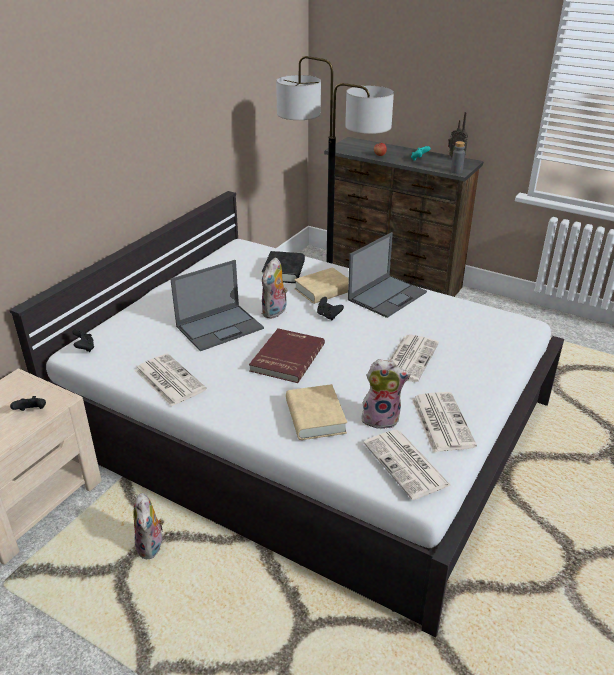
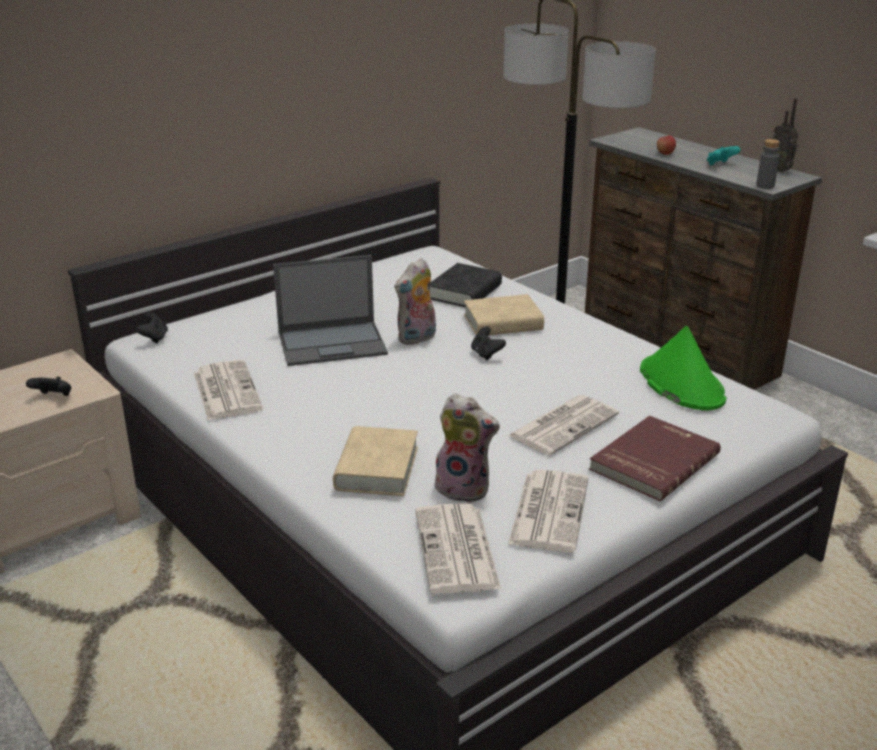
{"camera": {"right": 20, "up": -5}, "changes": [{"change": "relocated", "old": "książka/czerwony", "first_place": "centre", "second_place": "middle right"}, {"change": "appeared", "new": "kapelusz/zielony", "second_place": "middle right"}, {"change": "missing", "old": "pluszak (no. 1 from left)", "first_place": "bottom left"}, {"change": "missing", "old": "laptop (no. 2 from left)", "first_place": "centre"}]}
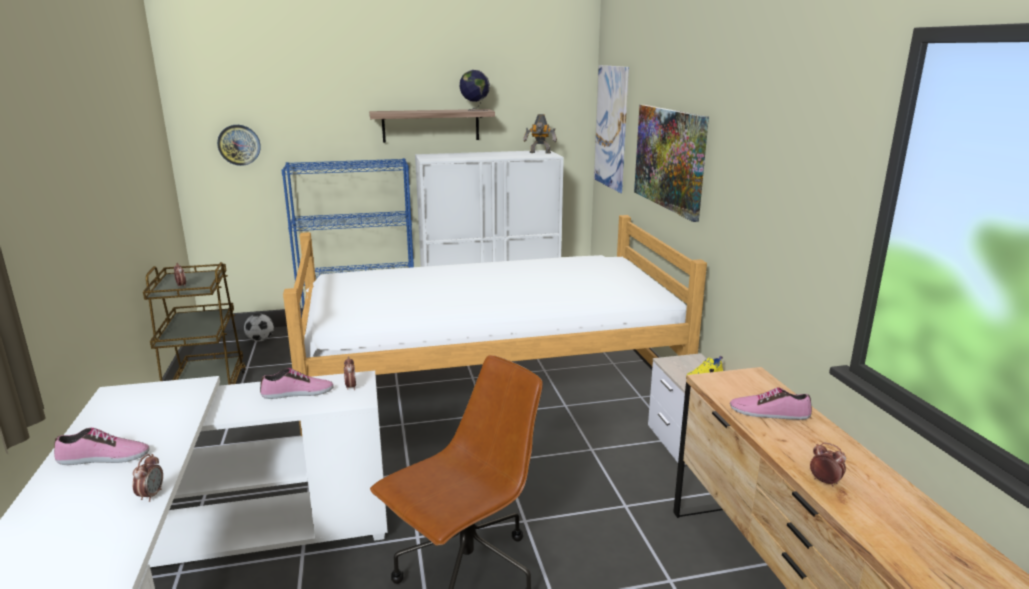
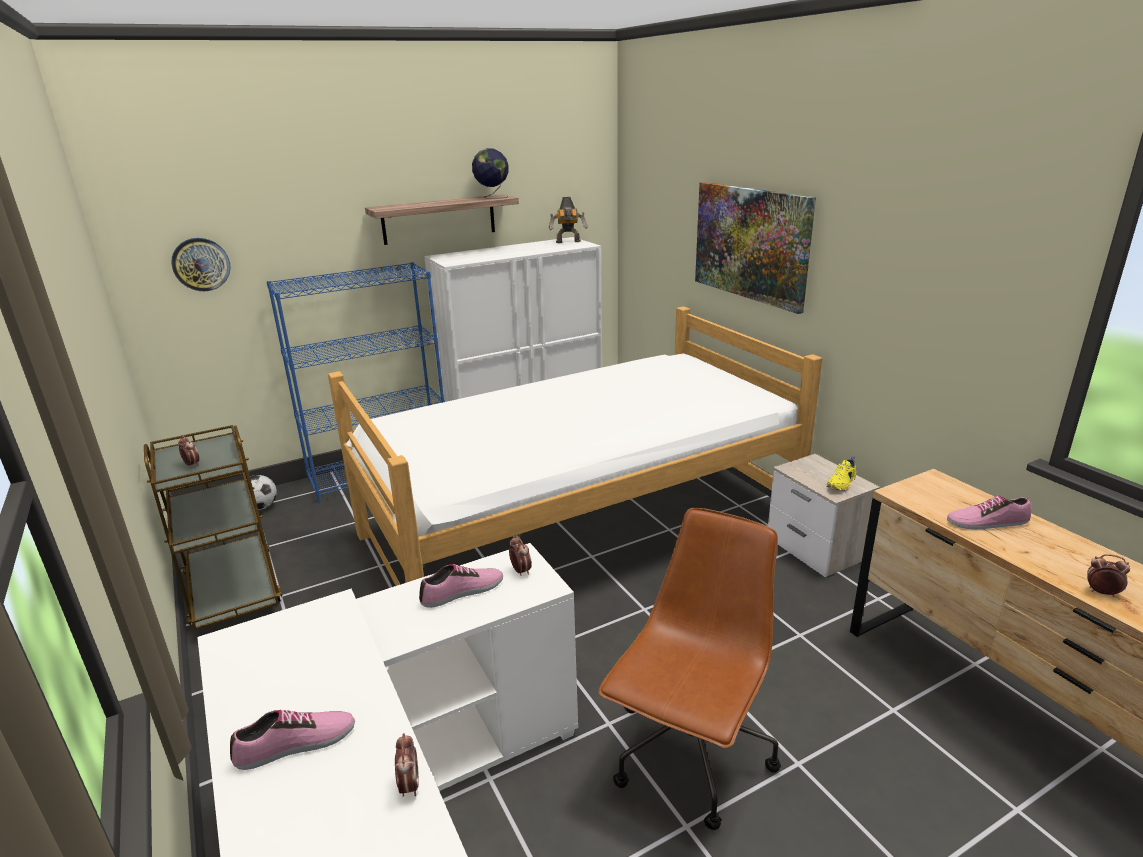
{"camera": {"right": -15, "up": 5}, "changes": [{"change": "missing", "old": "obraz (no. 1 from left)", "first_place": "top centre"}]}
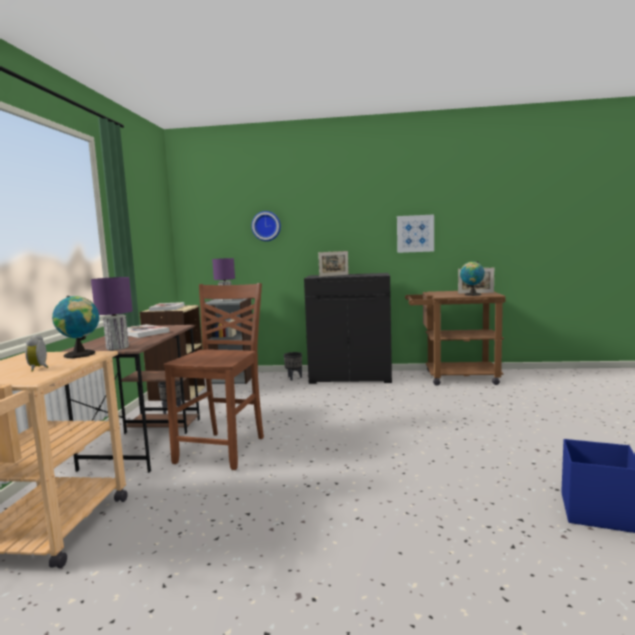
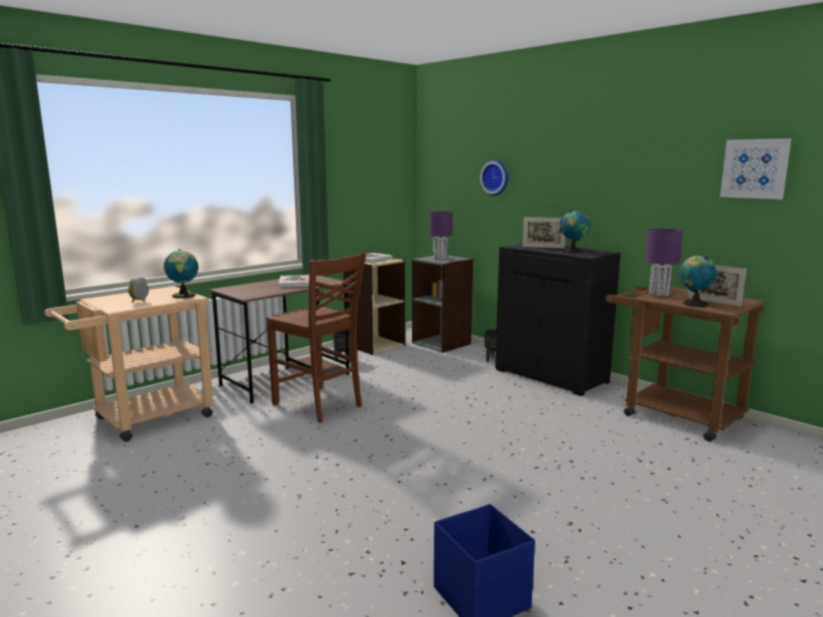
{"camera": {"right": 40, "up": 5}, "changes": [{"change": "spun", "old": "krzesło/brązowy", "first_place": "centre", "second_place": "centre", "degrees": 75}, {"change": "appeared", "new": "globus (no. 2 from left)", "second_place": "middle right"}, {"change": "relocated", "old": "lampa stołowa/fioletowy (no. 1 from left in the first image)", "new": "lampa stołowa/fioletowy (no. 2 from left)", "first_place": "middle left", "second_place": "middle right"}, {"change": "relocated", "old": "obraz", "first_place": "centre", "second_place": "top right"}]}
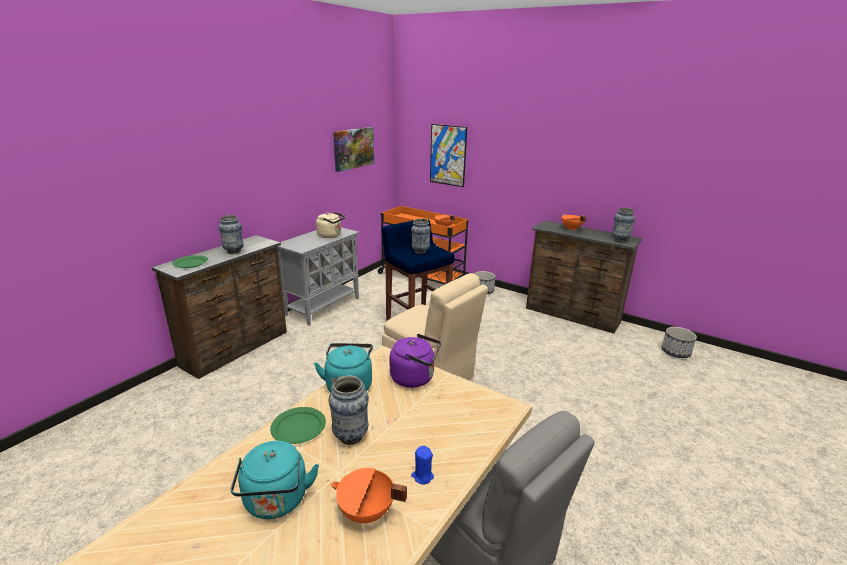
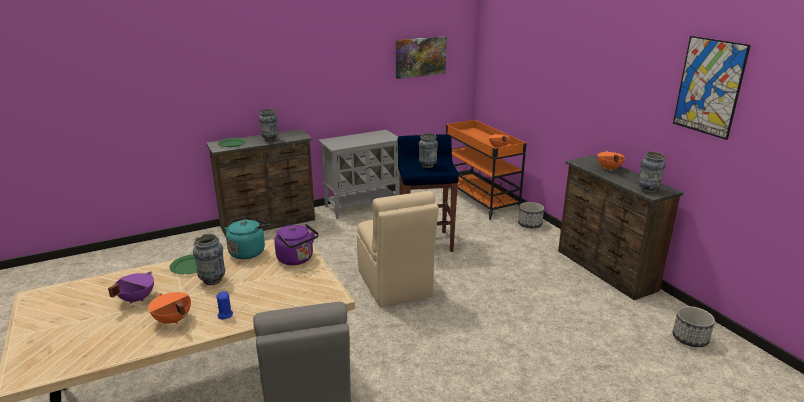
{"camera": {"right": 30, "up": 0}, "changes": [{"change": "exchanged", "old": "czajnik/turkusowy (no. 1 from left)", "new": "garnek/fioletowy", "first_place": "bottom left", "second_place": "bottom left"}, {"change": "relocated", "old": "obraz (no. 2 from left)", "first_place": "top centre", "second_place": "top right"}, {"change": "missing", "old": "czajnik/beżowy", "first_place": "centre"}]}
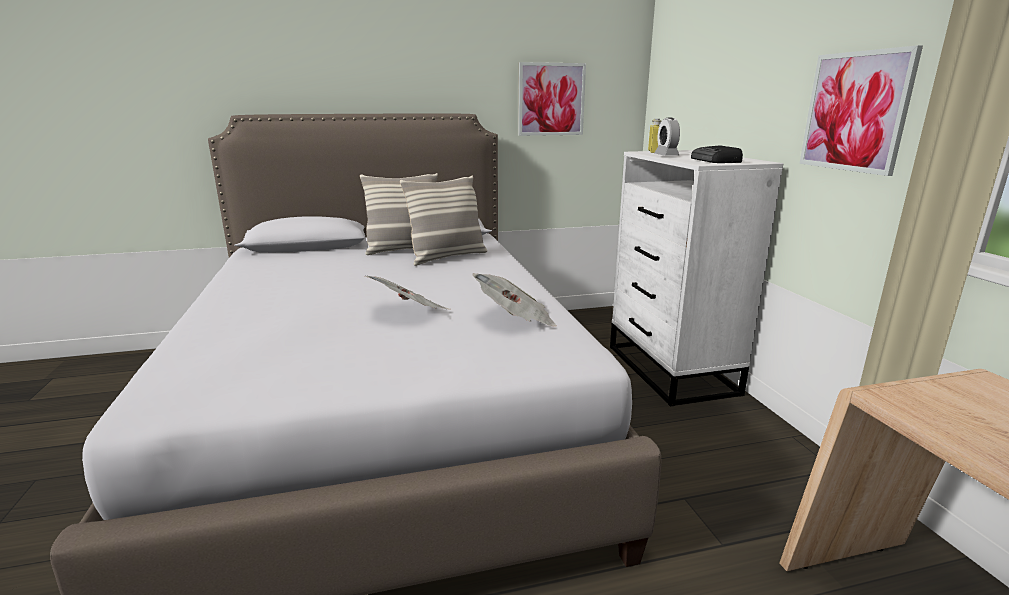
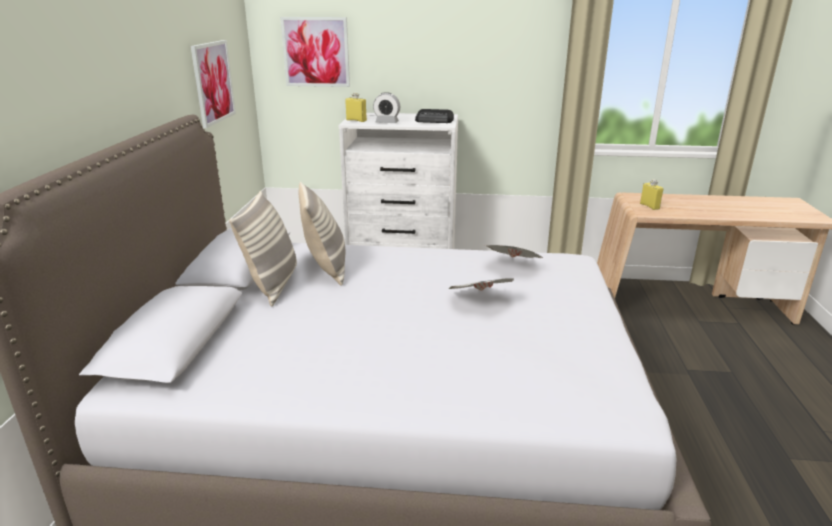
{"camera": {"right": -70, "up": 5}, "changes": [{"change": "relocated", "old": "obraz (no. 2 from left)", "first_place": "top right", "second_place": "top centre"}, {"change": "appeared", "new": "butelka/żółty (no. 2 from left)", "second_place": "middle right"}]}
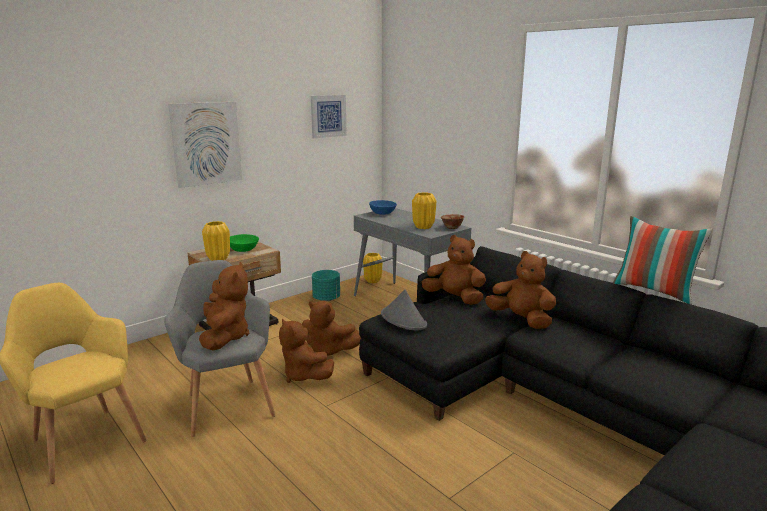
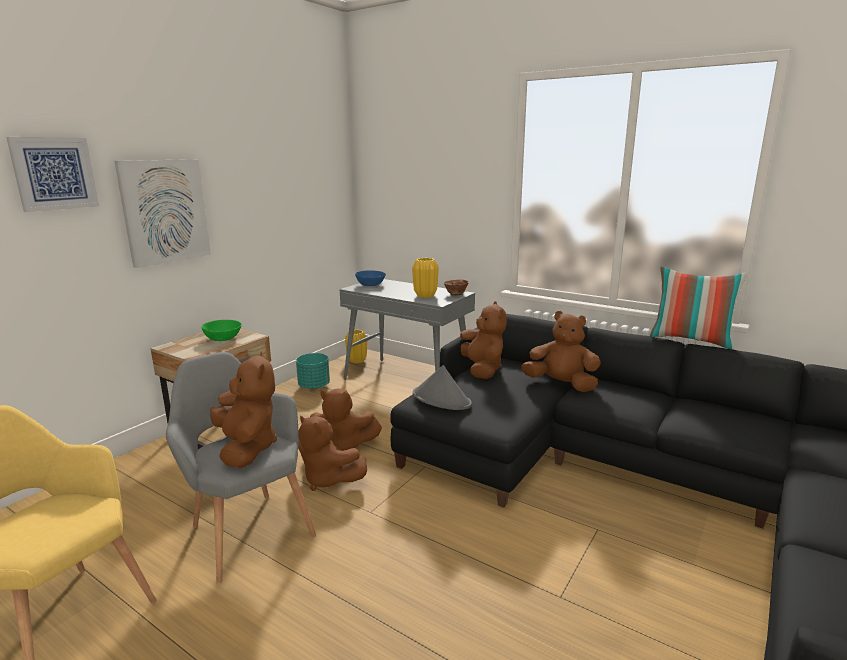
{"camera": {"right": -15, "up": 0}, "changes": [{"change": "relocated", "old": "obraz (no. 2 from left in the first image)", "new": "obraz (no. 1 from left)", "first_place": "top centre", "second_place": "top left"}, {"change": "spun", "old": "pluszak/brązowy (no. 4 from left)", "first_place": "centre", "second_place": "centre", "degrees": 60}, {"change": "missing", "old": "wazon/żółty (no. 1 from left)", "first_place": "middle left"}]}
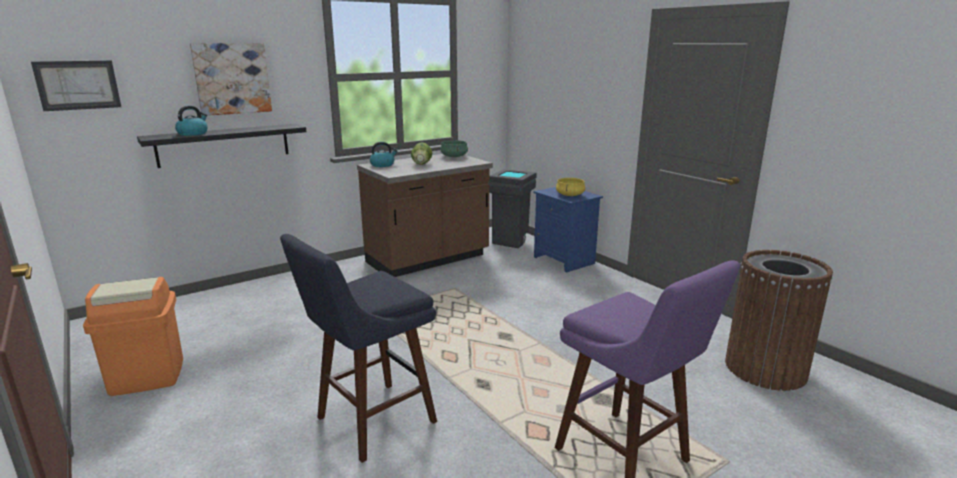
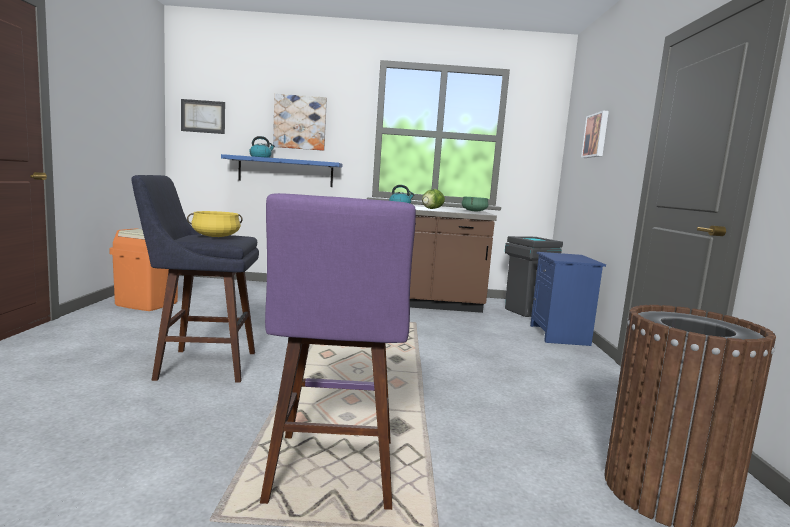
{"camera": {"right": 35, "up": -10}, "changes": [{"change": "relocated", "old": "garnek/żółty", "first_place": "centre", "second_place": "middle left"}, {"change": "colour", "old": "półka/czarny", "new": "półka/niebieski", "first_place": "top left", "second_place": "top centre"}, {"change": "appeared", "new": "obraz (no. 3 from left)", "second_place": "top right"}]}
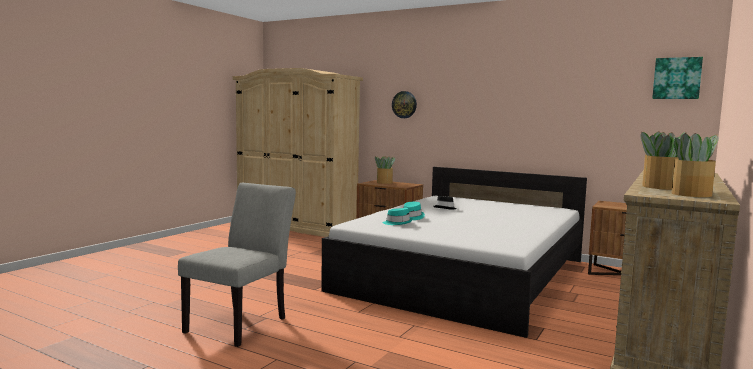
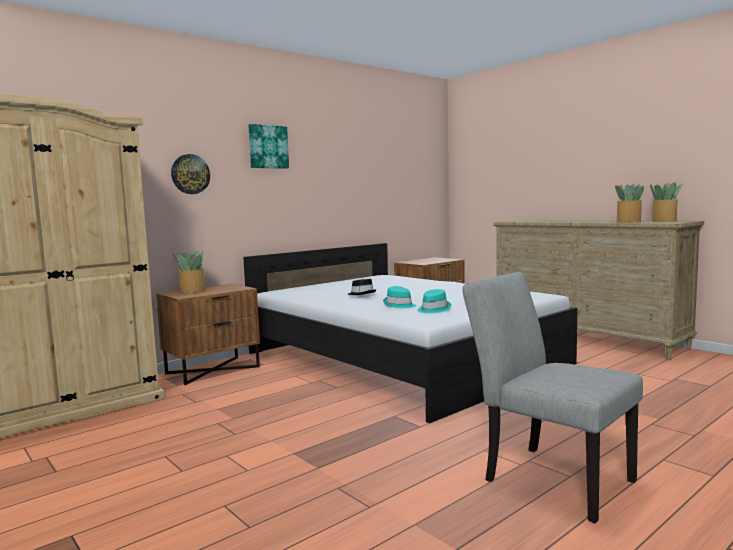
{"camera": {"right": -70, "up": 0}, "changes": [{"change": "relocated", "old": "obraz", "first_place": "top right", "second_place": "top centre"}]}
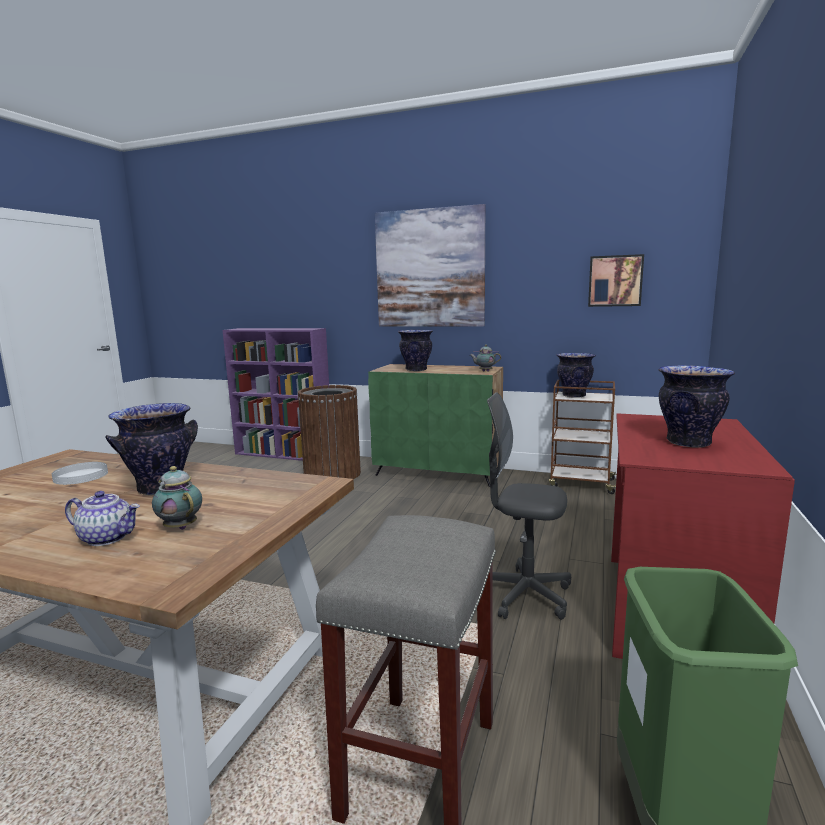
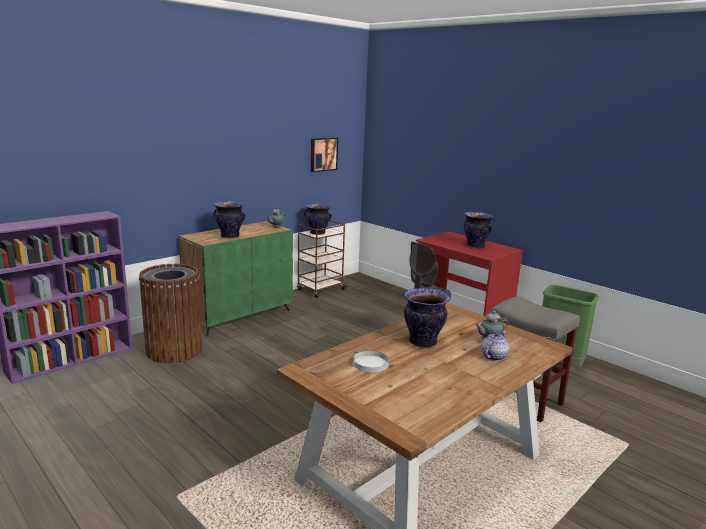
{"camera": {"right": -65, "up": 5}, "changes": [{"change": "missing", "old": "obraz (no. 1 from left)", "first_place": "top centre"}]}
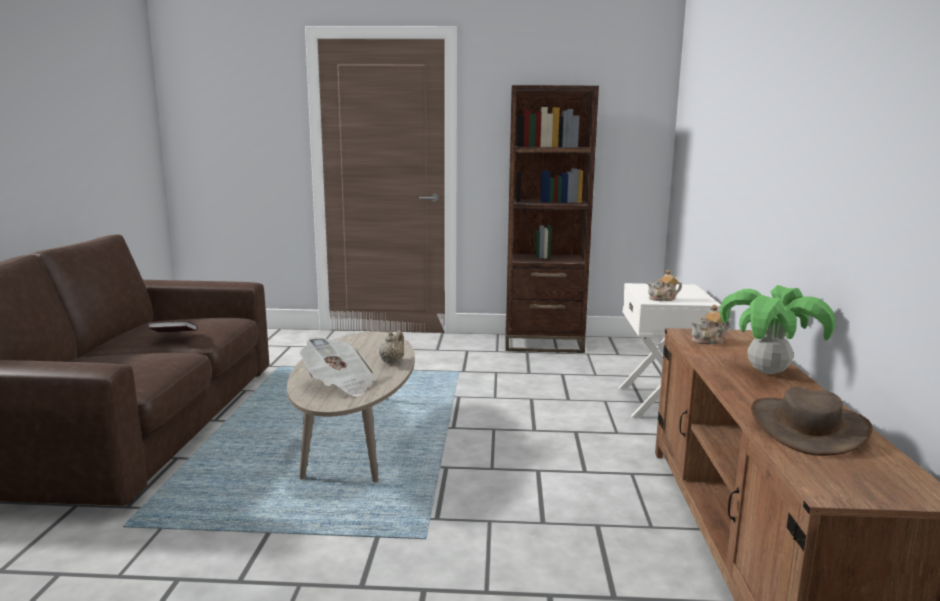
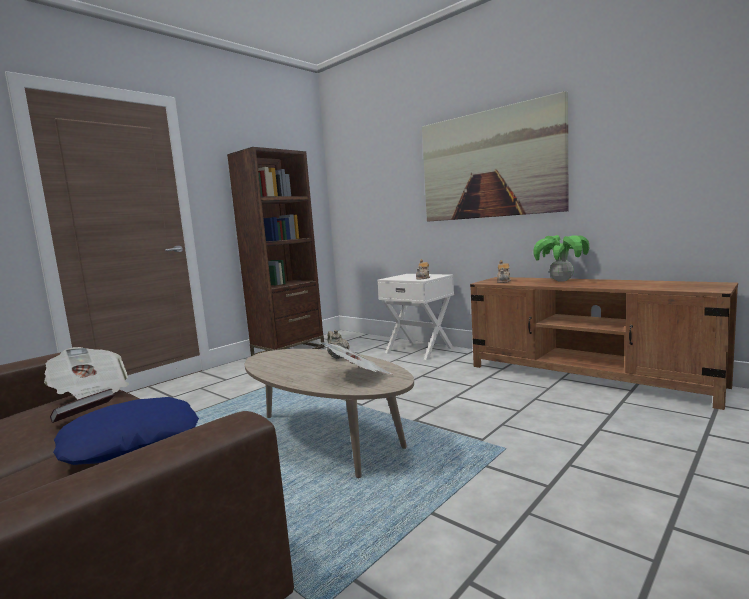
{"camera": {"right": -50, "up": -5}, "changes": [{"change": "appeared", "new": "gazeta (no. 1 from left)", "second_place": "middle left"}, {"change": "appeared", "new": "poduszka/niebieski", "second_place": "bottom left"}, {"change": "appeared", "new": "obraz", "second_place": "top centre"}, {"change": "missing", "old": "kapelusz/brązowy", "first_place": "bottom right"}]}
